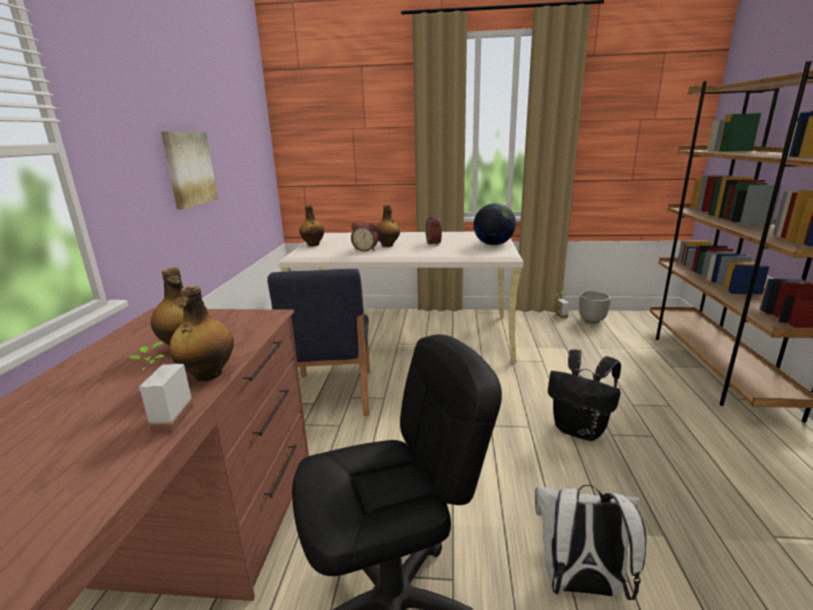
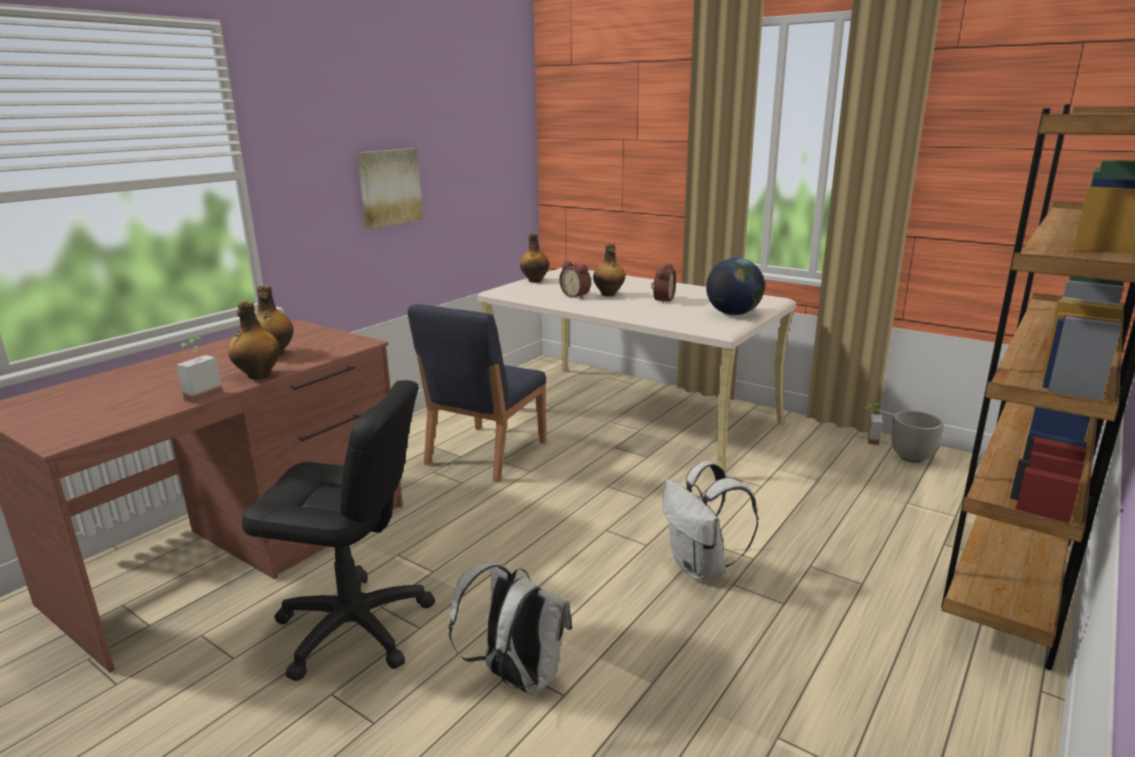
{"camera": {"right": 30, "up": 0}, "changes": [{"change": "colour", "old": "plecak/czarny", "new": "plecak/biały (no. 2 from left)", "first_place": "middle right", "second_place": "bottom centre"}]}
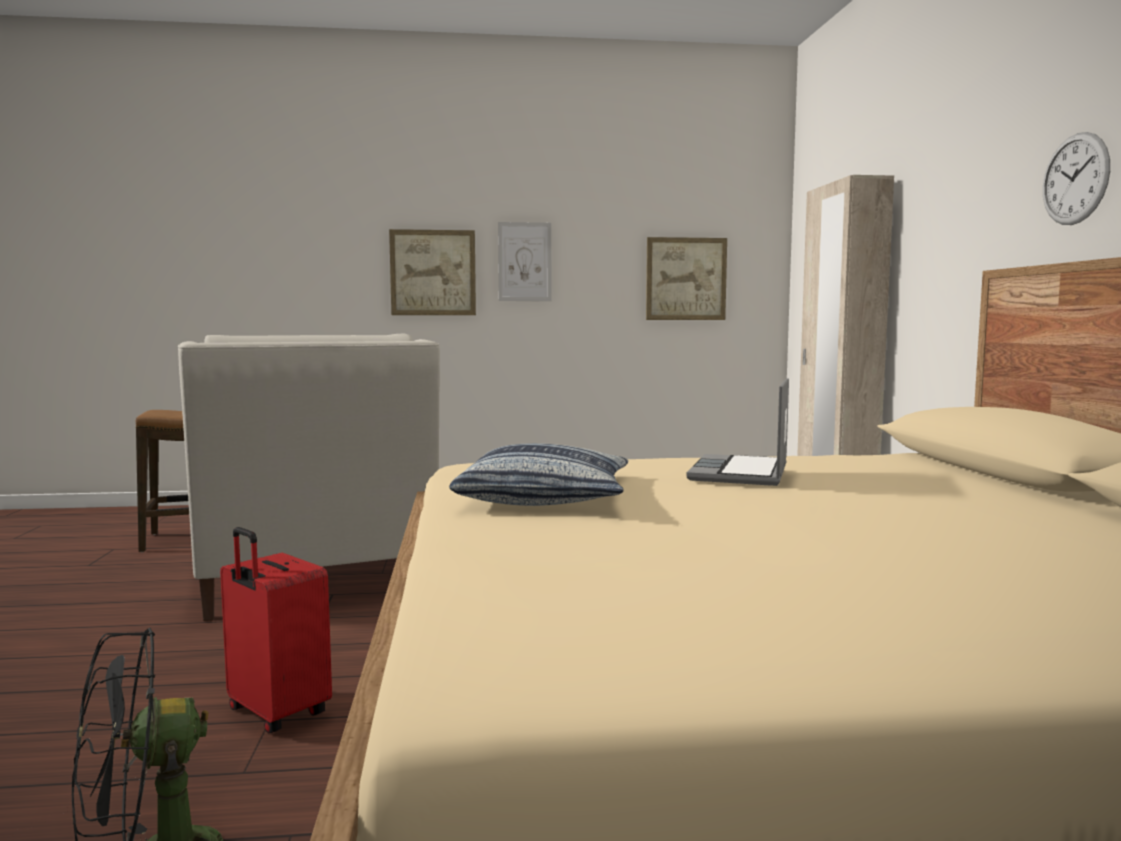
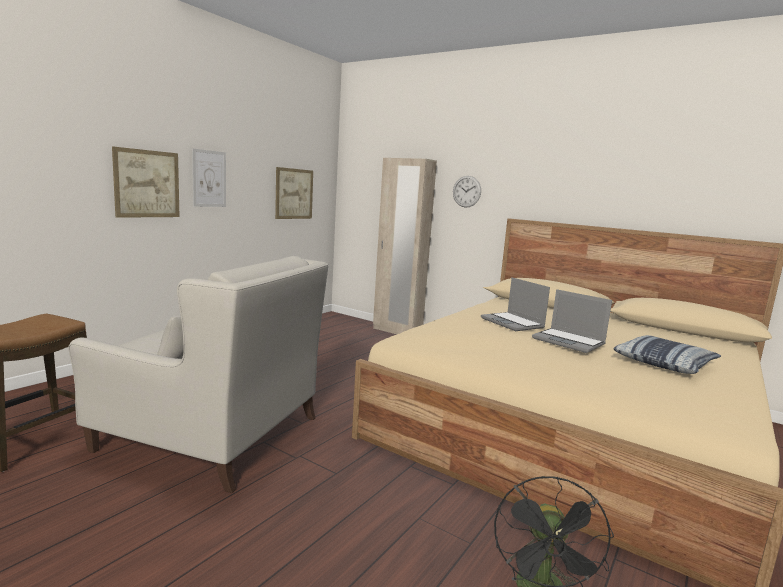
{"camera": {"right": -50, "up": 5}, "changes": [{"change": "relocated", "old": "zegar ścienny", "first_place": "top right", "second_place": "top centre"}, {"change": "appeared", "new": "laptop (no. 2 from left)", "second_place": "middle right"}, {"change": "relocated", "old": "poduszka", "first_place": "centre", "second_place": "middle right"}, {"change": "missing", "old": "walizka/czerwony", "first_place": "bottom left"}]}
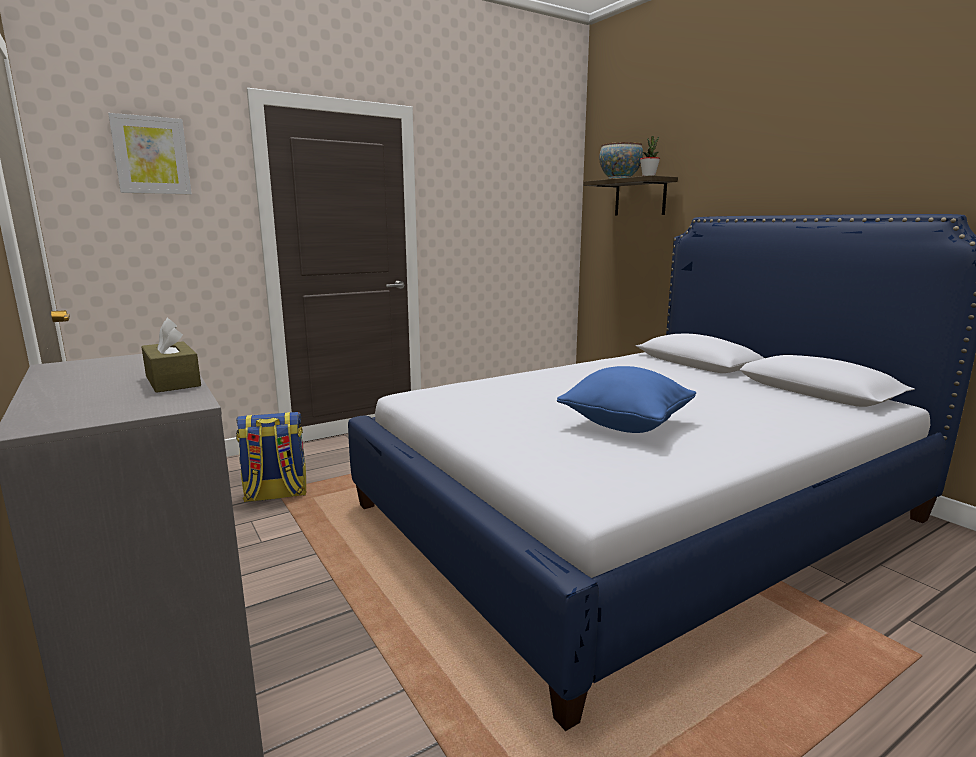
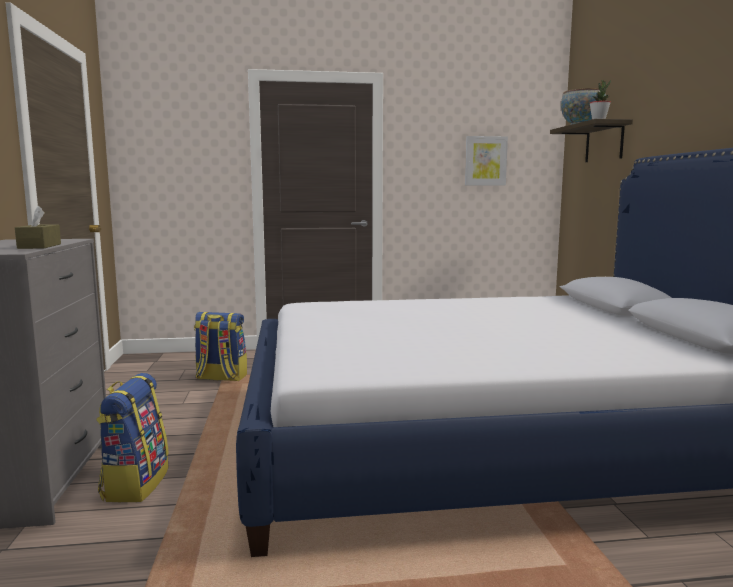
{"camera": {"right": 25, "up": -5}, "changes": [{"change": "appeared", "new": "plecak (no. 1 from left)", "second_place": "bottom left"}, {"change": "relocated", "old": "obraz", "first_place": "top left", "second_place": "top centre"}, {"change": "missing", "old": "poduszka/niebieski", "first_place": "centre"}]}
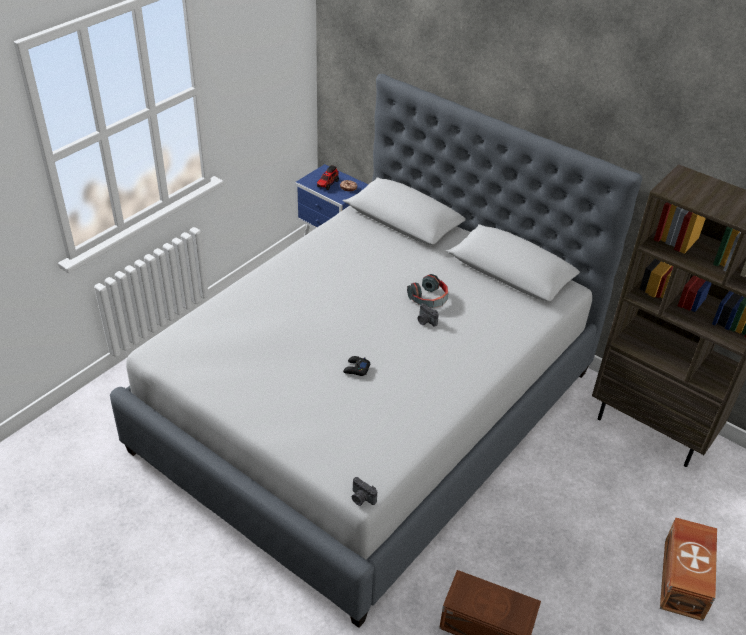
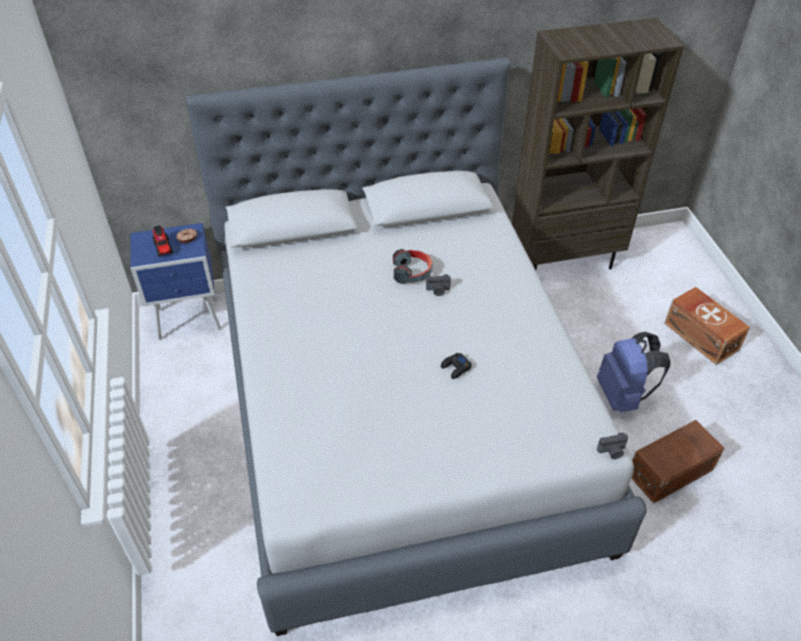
{"camera": {"right": -50, "up": 5}, "changes": [{"change": "appeared", "new": "plecak/niebieski", "second_place": "middle right"}]}
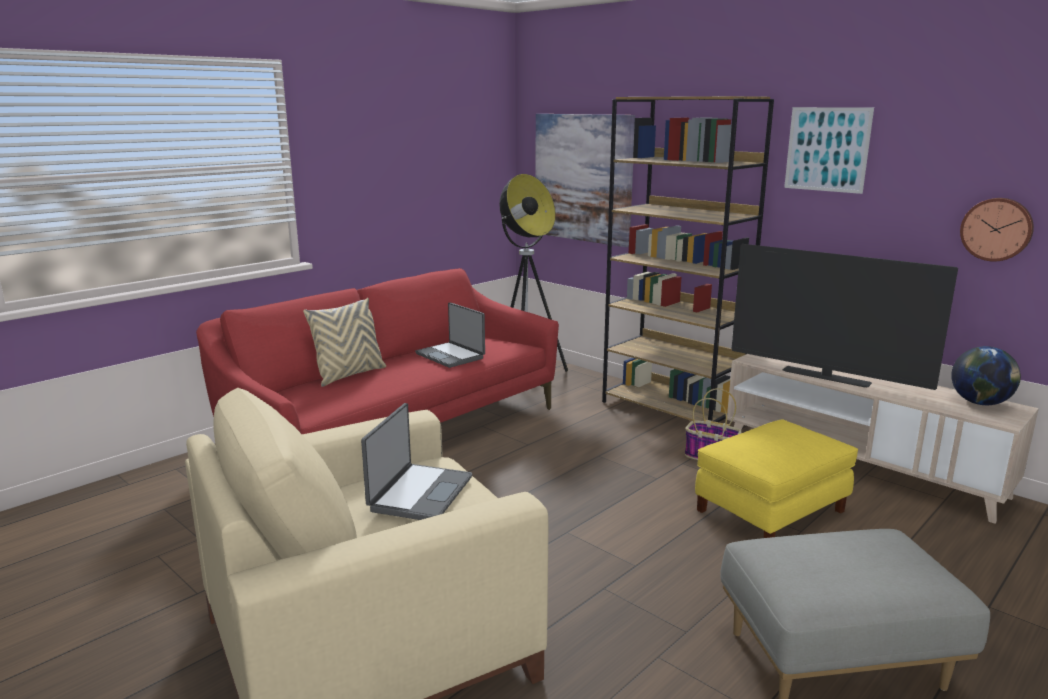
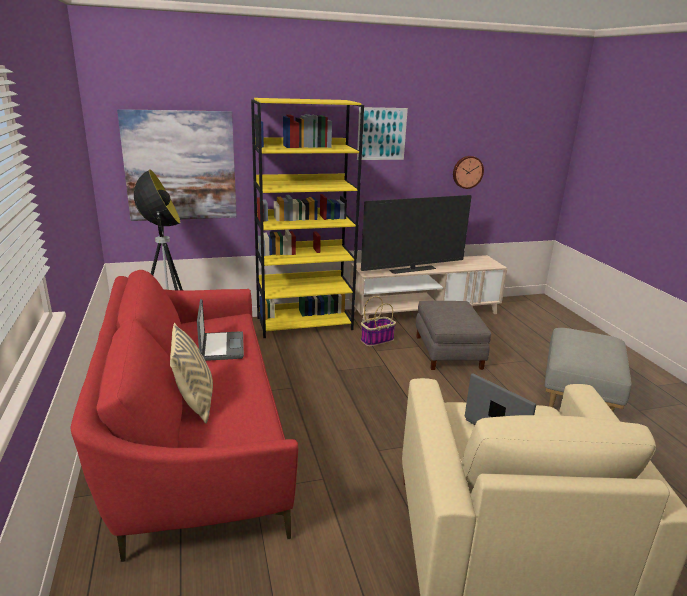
{"camera": {"right": -60, "up": 5}, "changes": [{"change": "spun", "old": "laptop (no. 2 from left in the first image)", "first_place": "centre", "second_place": "middle left", "degrees": -90}, {"change": "colour", "old": "regał/brązowy", "new": "regał/żółty", "first_place": "centre", "second_place": "centre"}, {"change": "colour", "old": "pufa/żółty", "new": "pufa/szary (no. 1 from left)", "first_place": "bottom right", "second_place": "centre"}, {"change": "missing", "old": "globus", "first_place": "middle right"}]}
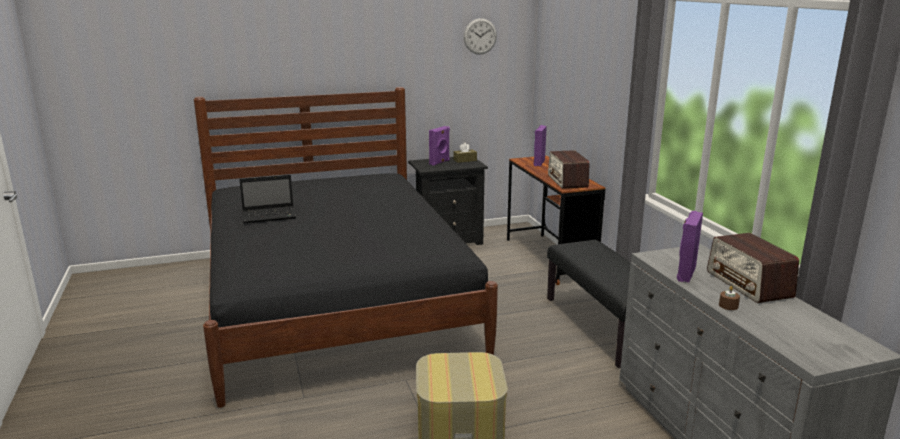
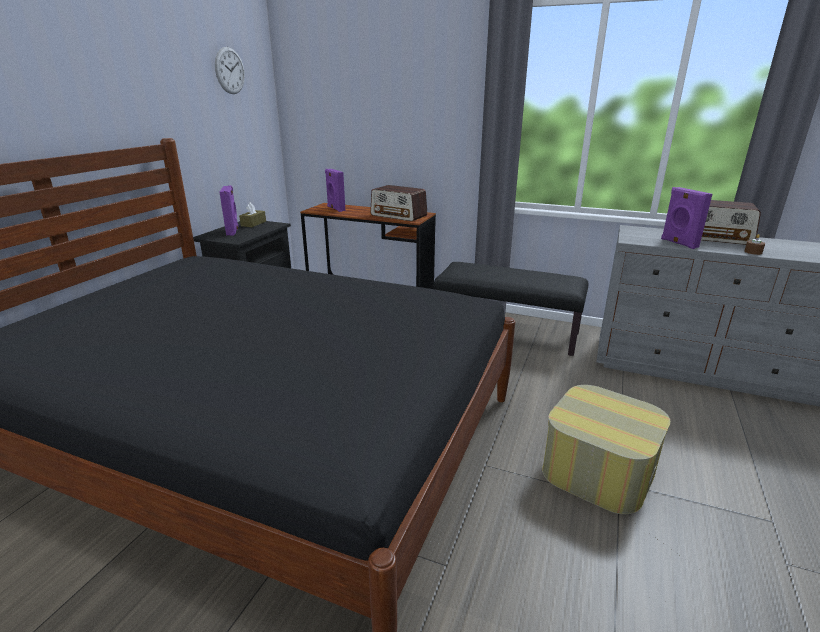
{"camera": {"right": -50, "up": 5}, "changes": [{"change": "missing", "old": "laptop", "first_place": "middle left"}]}
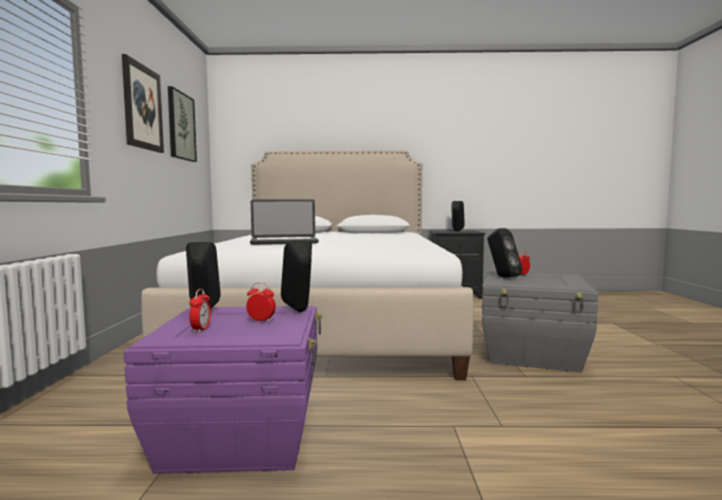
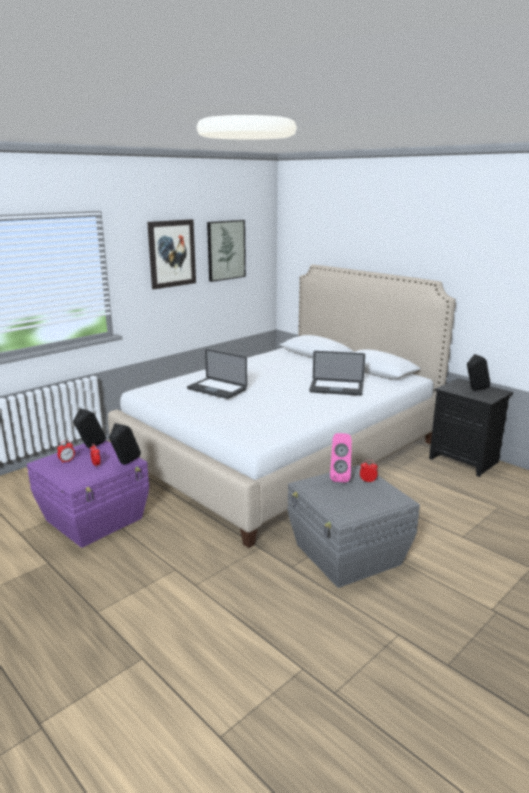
{"camera": {"right": 45, "up": 15}, "changes": [{"change": "appeared", "new": "laptop (no. 2 from left)", "second_place": "centre"}, {"change": "colour", "old": "głośnik/czarny (no. 4 from left)", "new": "głośnik/różowy", "first_place": "middle right", "second_place": "centre"}]}
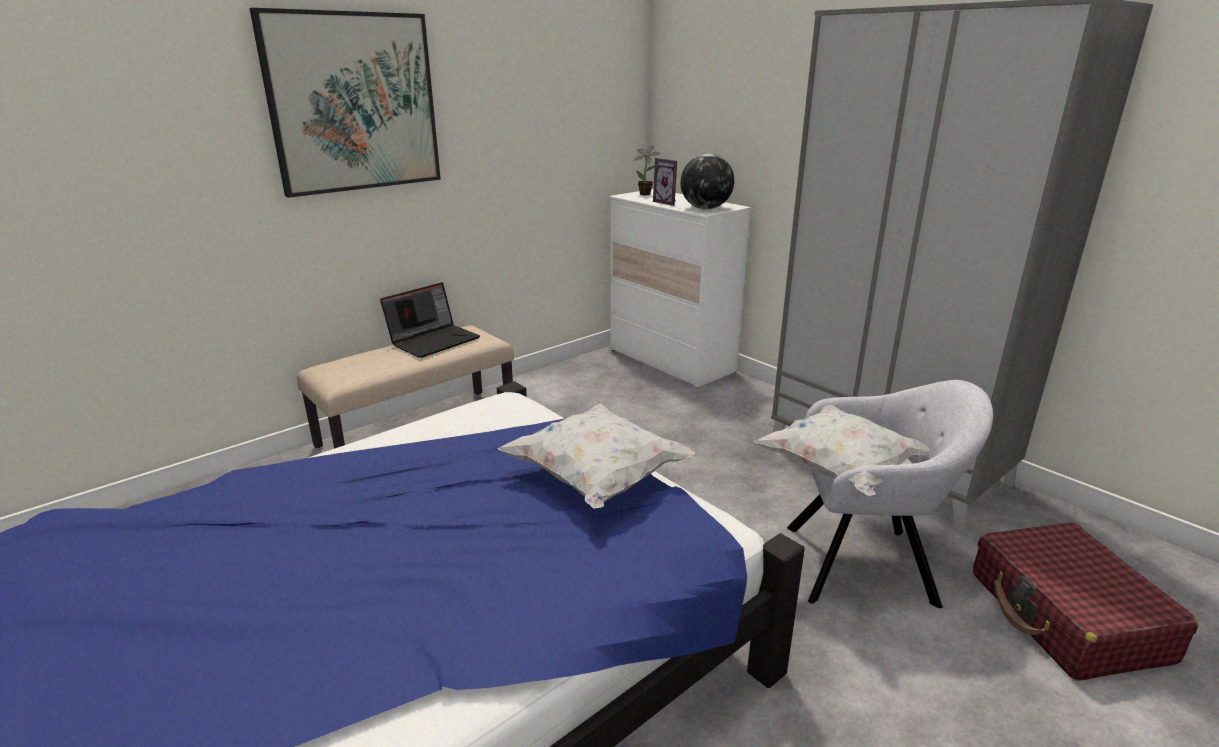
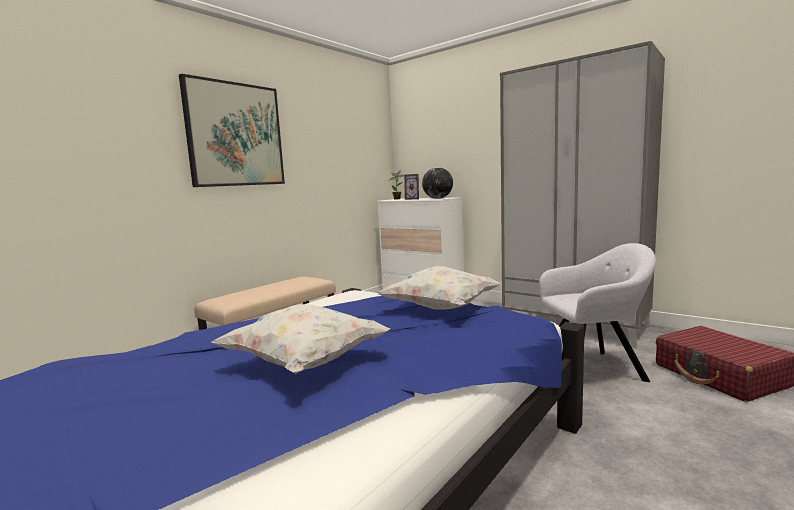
{"camera": {"right": -10, "up": -15}, "changes": [{"change": "relocated", "old": "poduszka/biały (no. 2 from left in the first image)", "new": "poduszka/biały (no. 1 from left)", "first_place": "middle right", "second_place": "centre"}, {"change": "missing", "old": "laptop", "first_place": "centre"}]}
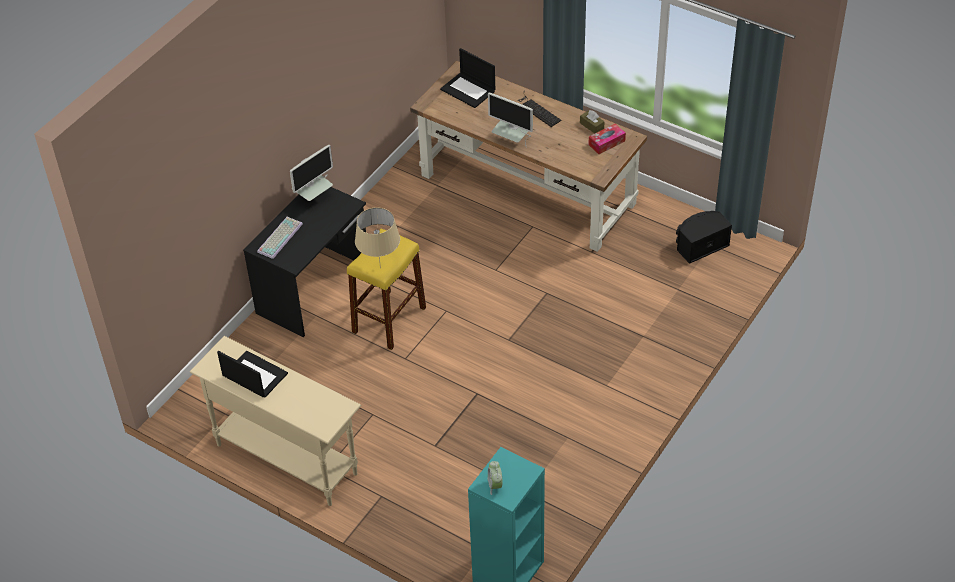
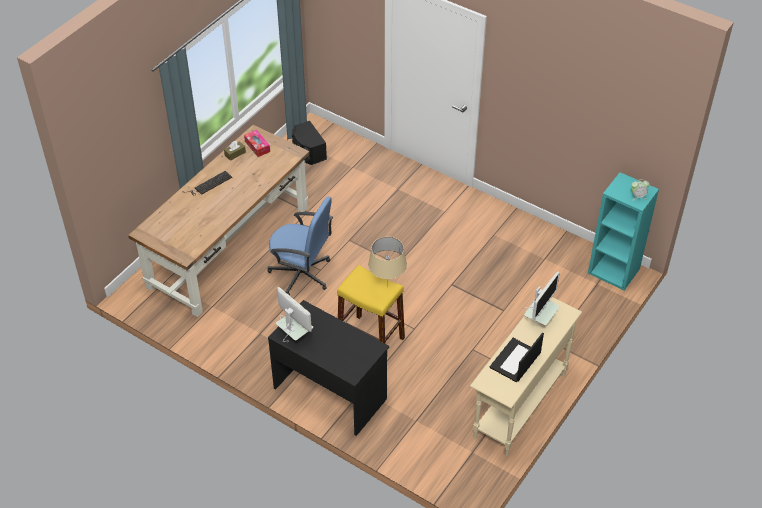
{"camera": {"right": -90, "up": 0}, "changes": [{"change": "appeared", "new": "krzesło biurowe/niebieski", "second_place": "centre"}, {"change": "relocated", "old": "monitor (no. 2 from left)", "first_place": "top centre", "second_place": "middle right"}, {"change": "missing", "old": "klawiatura (no. 1 from left)", "first_place": "middle left"}, {"change": "missing", "old": "laptop (no. 2 from left)", "first_place": "top centre"}]}
